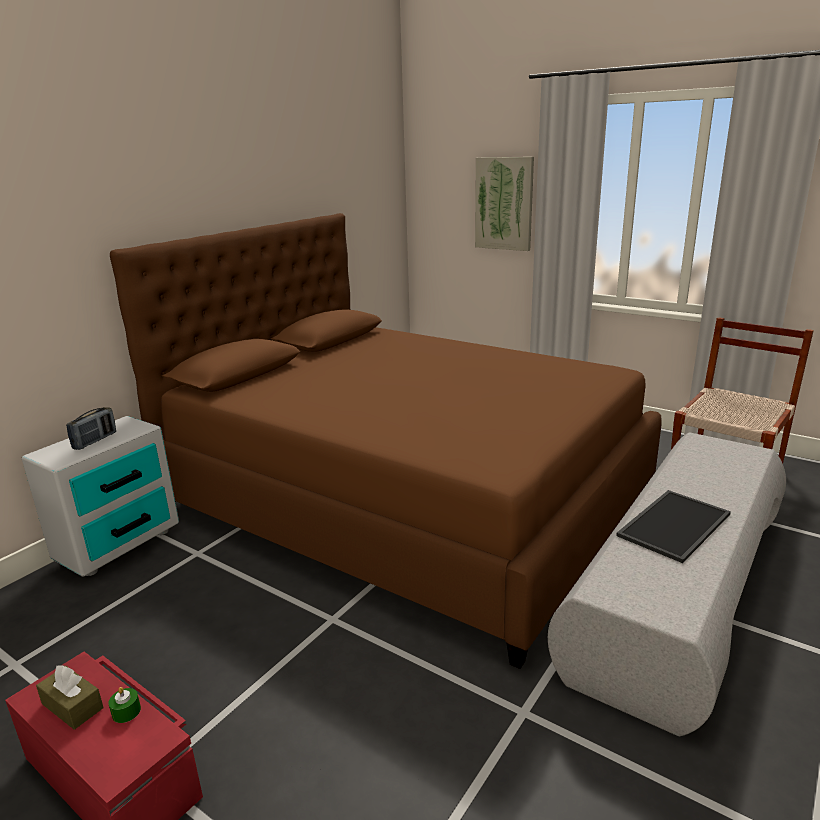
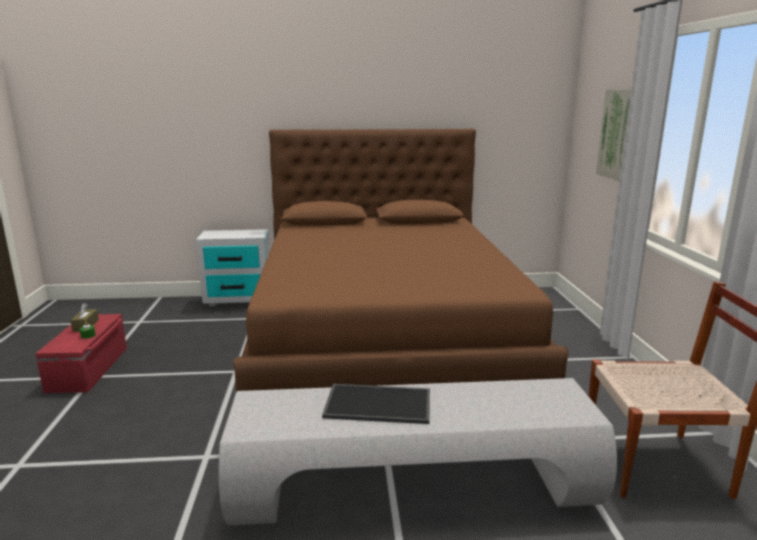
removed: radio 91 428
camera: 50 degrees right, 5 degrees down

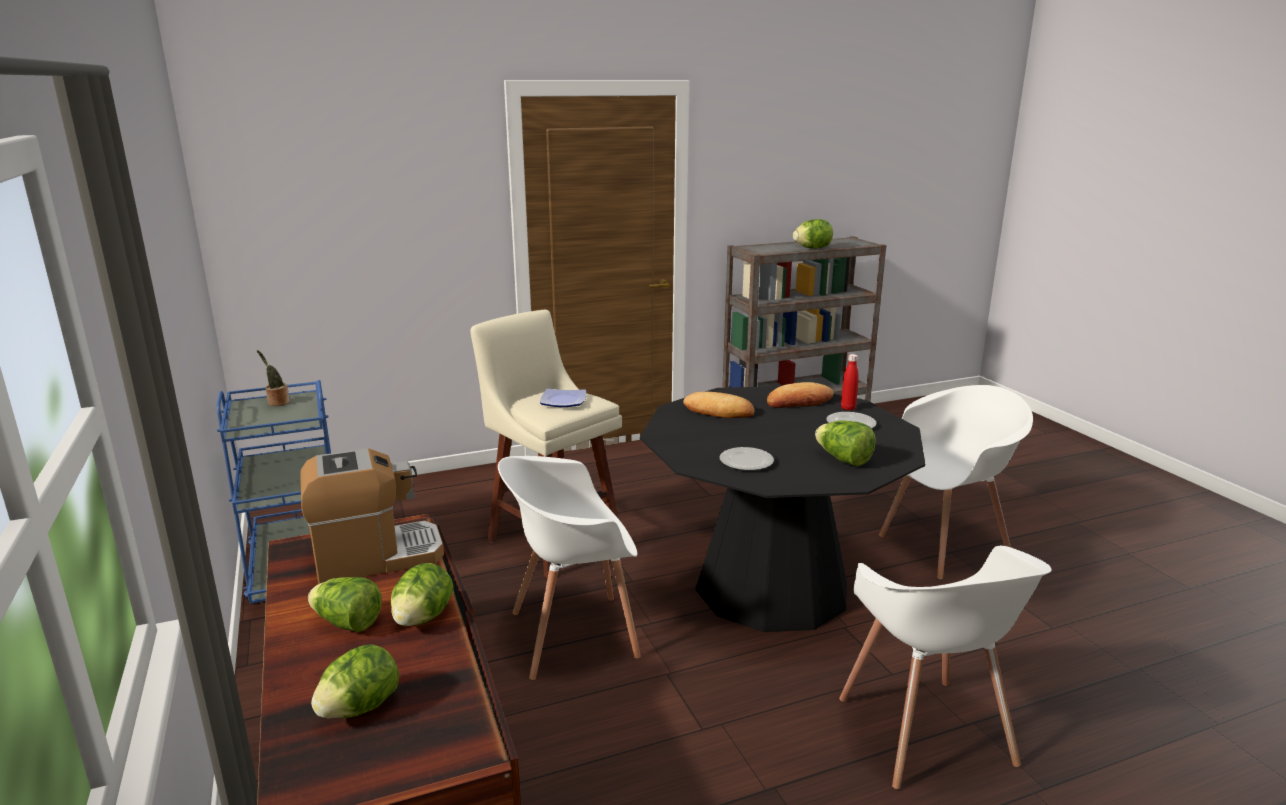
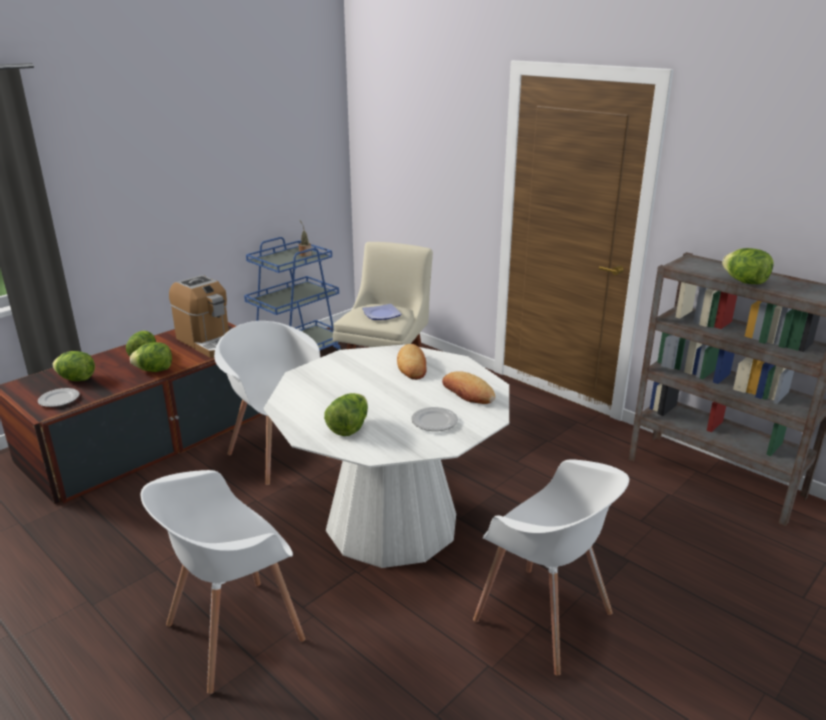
removed: bouteille [rouge] 850 382
moved: assiette 746 458 to 58 397
recoloured: table à manger [noir] 782 509 to table à manger [blanc] 386 456
camera: 65 degrees right, 5 degrees up

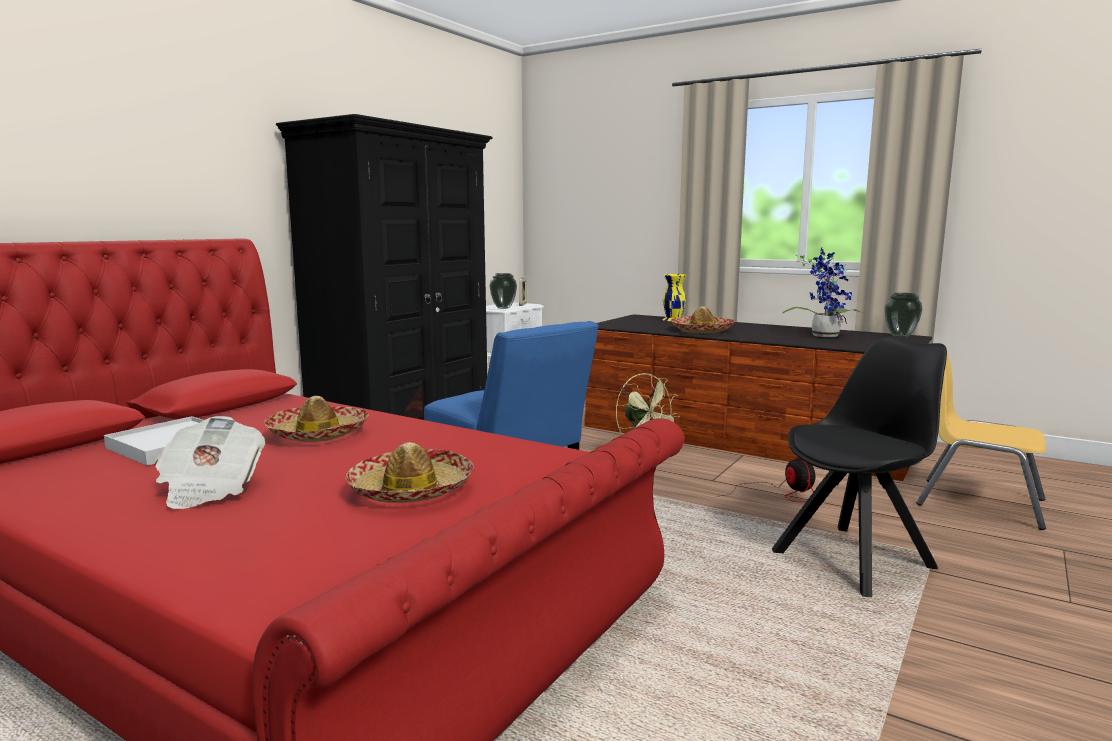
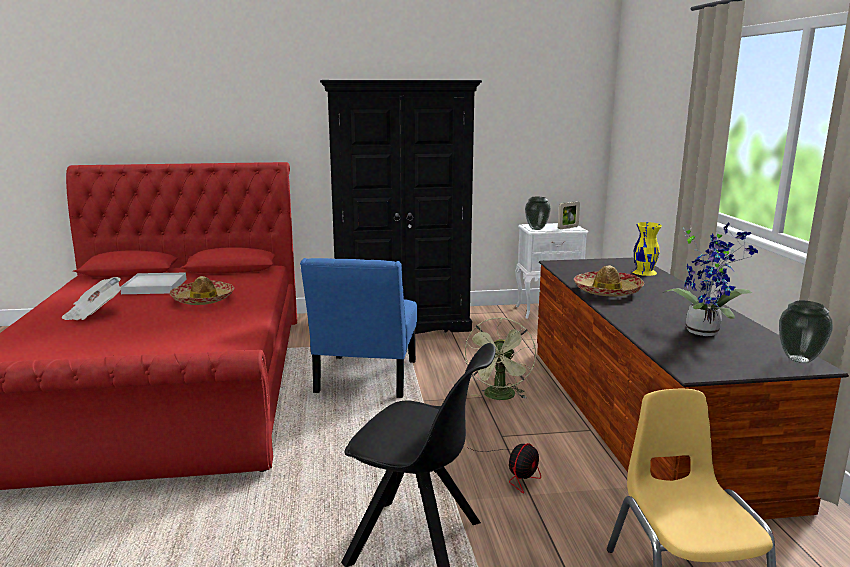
removed: chapeau 409 472
camera: 50 degrees right, 5 degrees up

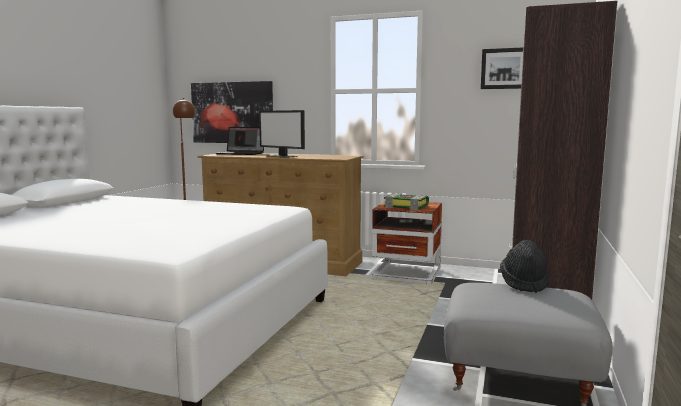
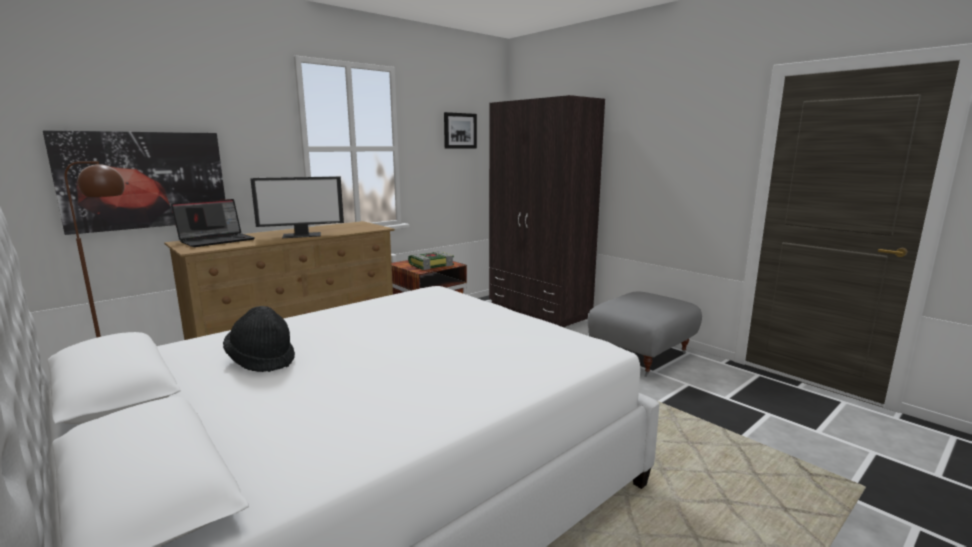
moved: chapeau [noir] 525 266 to 259 339
camera: 60 degrees left, 5 degrees up

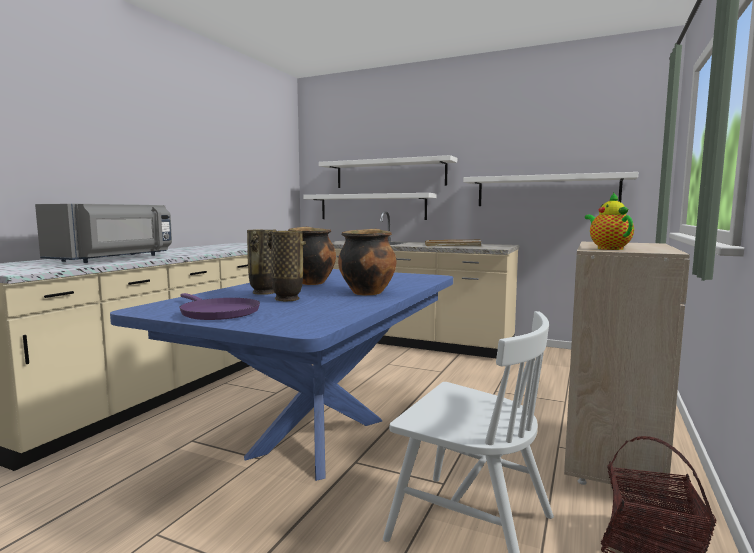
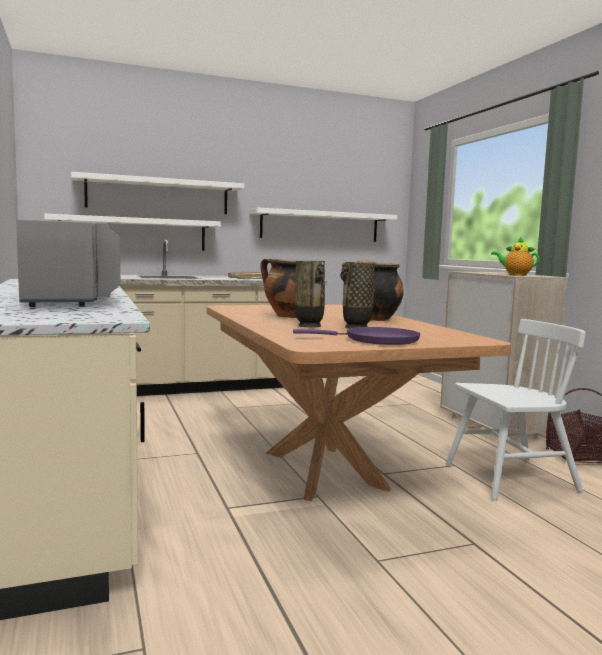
recoloured: table à manger [bleu] 281 375 to table à manger [marron] 359 403
camera: 45 degrees left, 0 degrees up

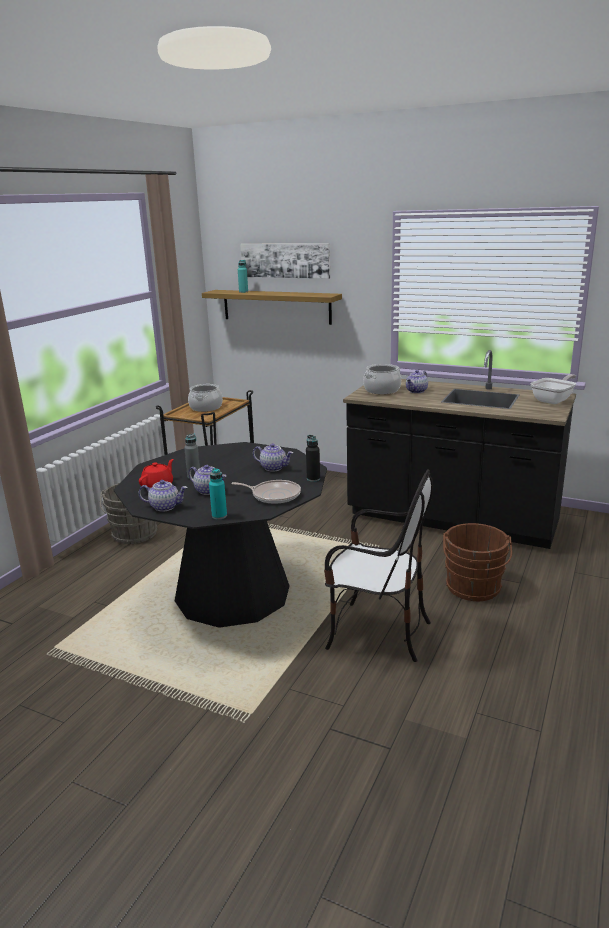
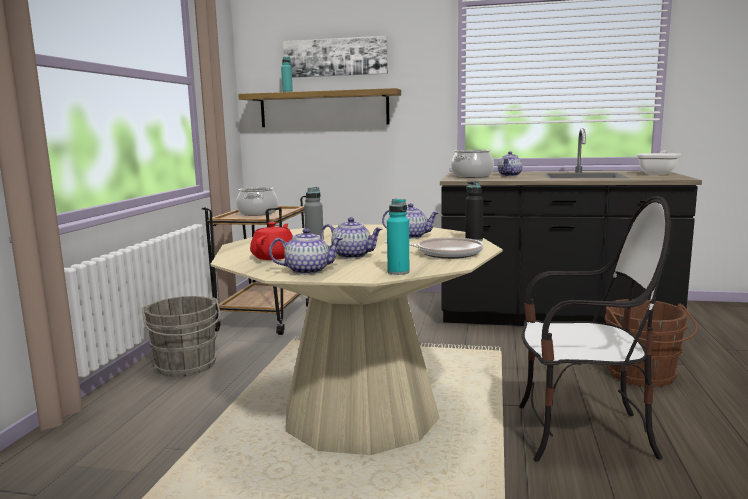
recoloured: table à manger [noir] 220 535 to table à manger [beige] 357 339
camera: 15 degrees left, 10 degrees down

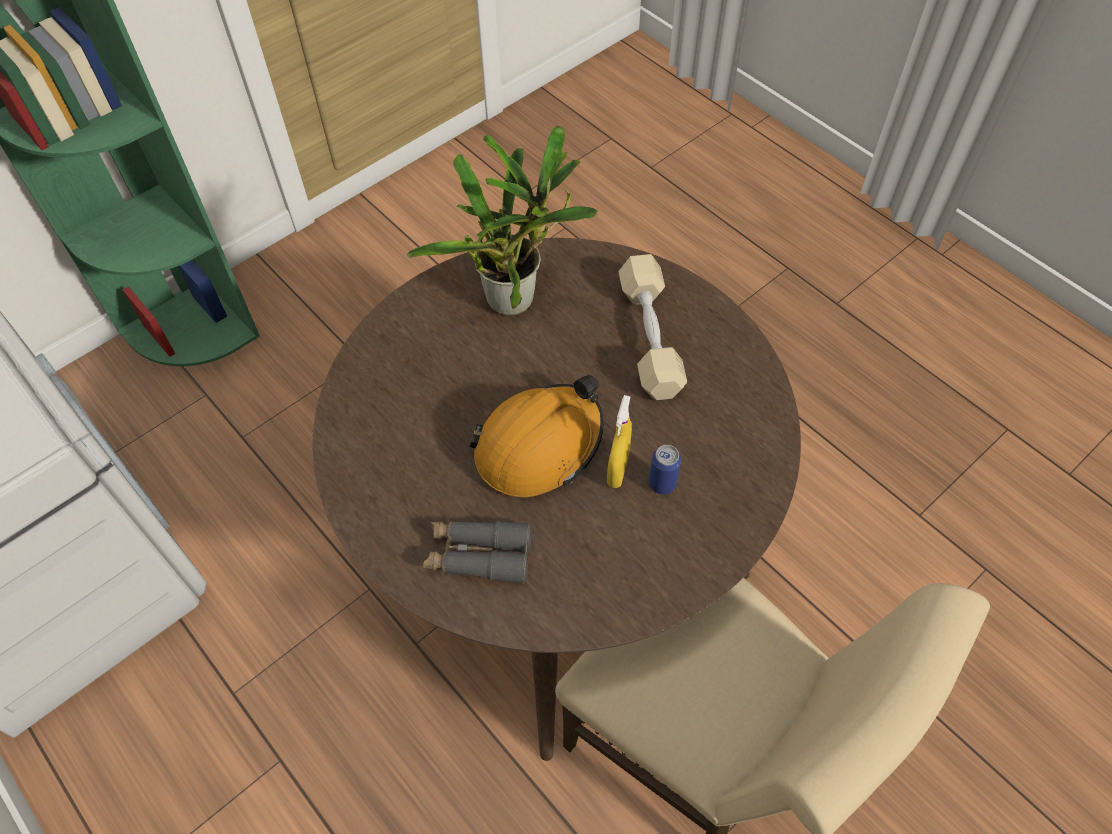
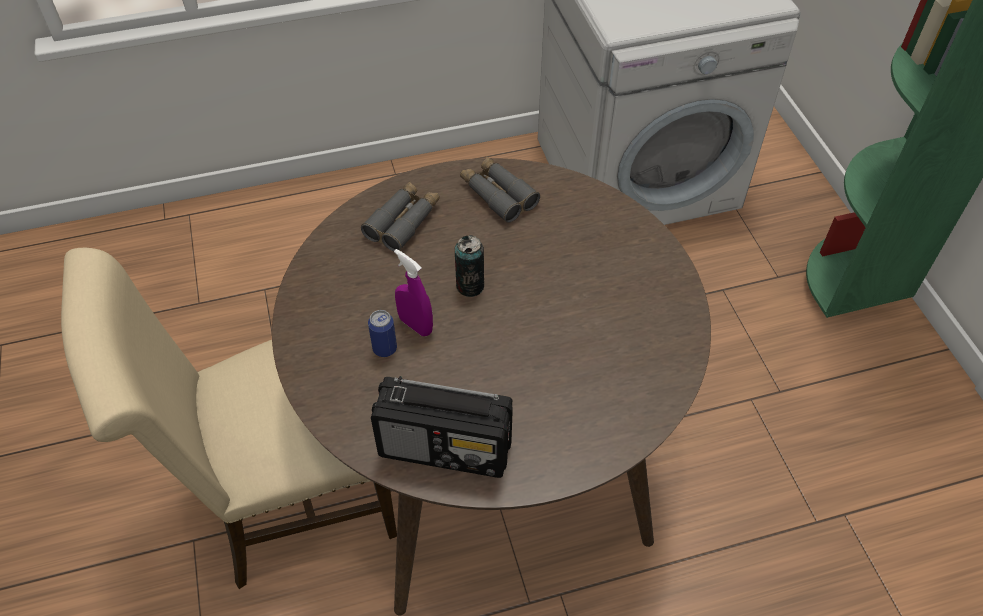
removed: plante en pot 502 221; haltère [beige] 652 327
added: jumelles [gris] 500 190; radio 442 427
replaced: casque de chantier [orange] 536 436 to boîte métallique 469 266
recoloured: vaporisateur [jaune] 619 441 to vaporisateur [violet] 413 292
camera: 115 degrees right, 5 degrees down

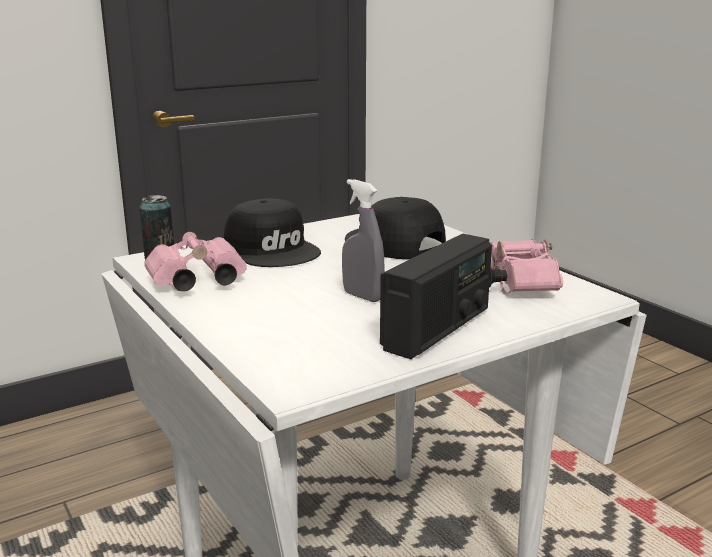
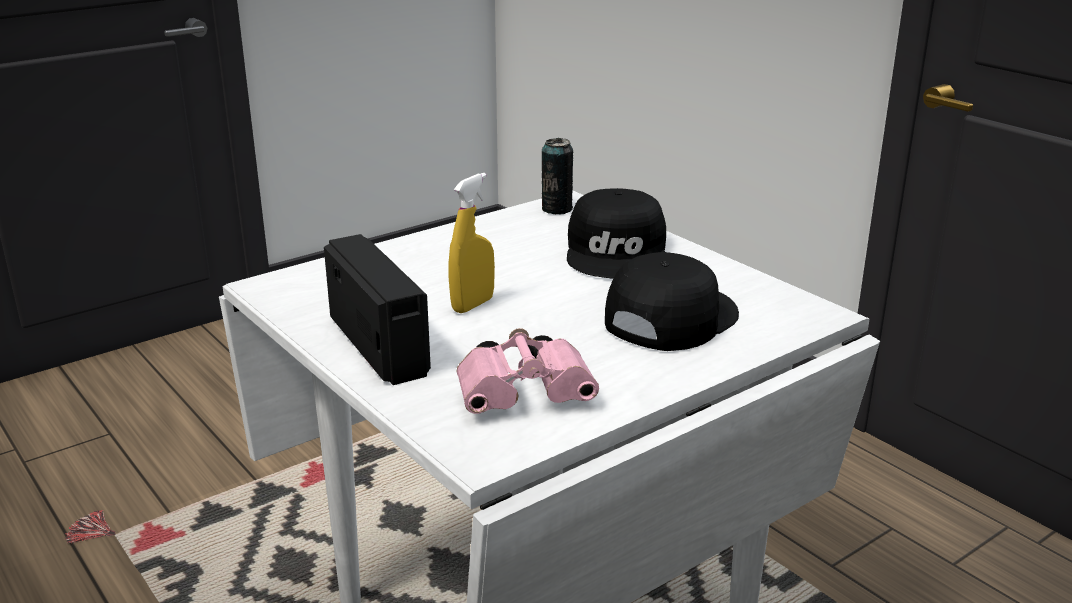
removed: jumelles [rose] 195 261
recoloured: vaporisateur [gris] 363 240 to vaporisateur [jaune] 471 243
turned: casquette [noir] 272 232 = 616 233 45 degrees counterclockwise; radio 436 296 = 377 309 150 degrees counterclockwise
camera: 85 degrees right, 5 degrees up

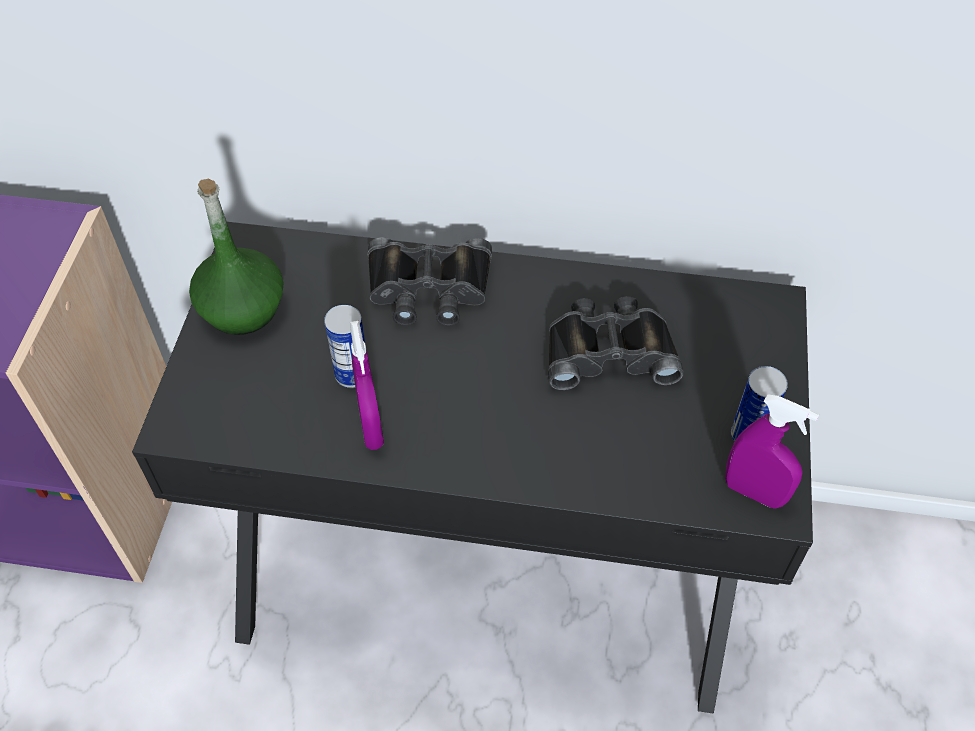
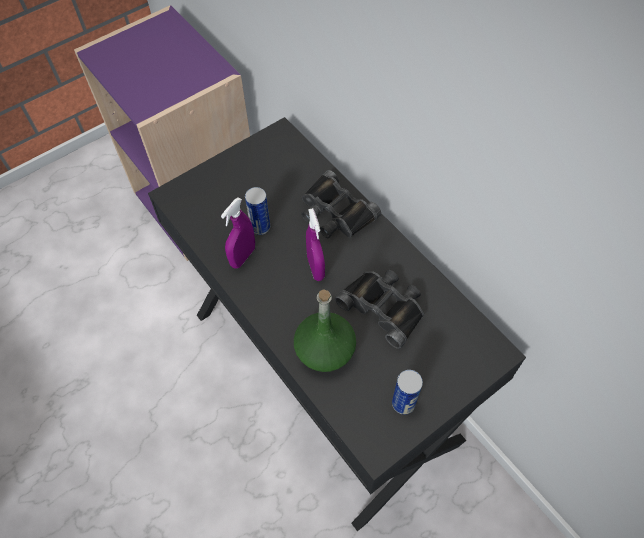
moved: bouteille [vert] 236 257 to 325 330; vaporisateur [violet] 772 451 to 315 244
camera: 45 degrees right, 5 degrees up

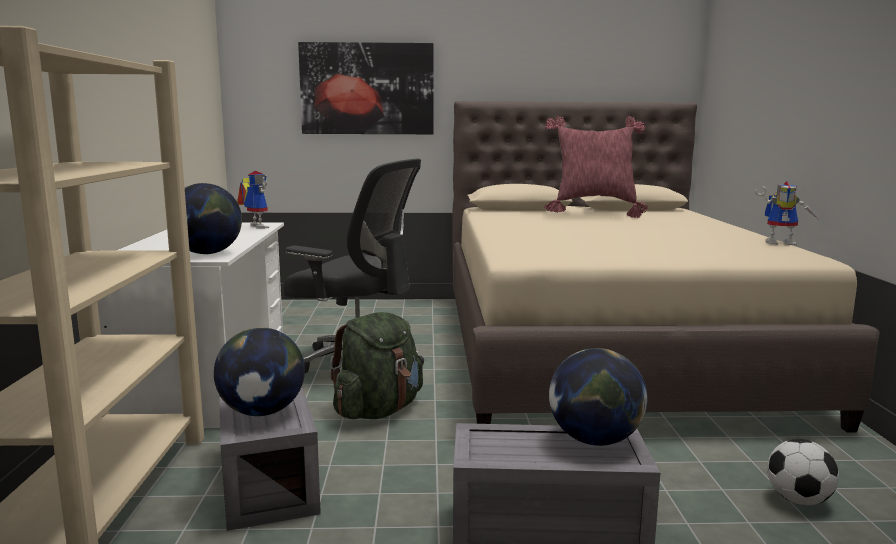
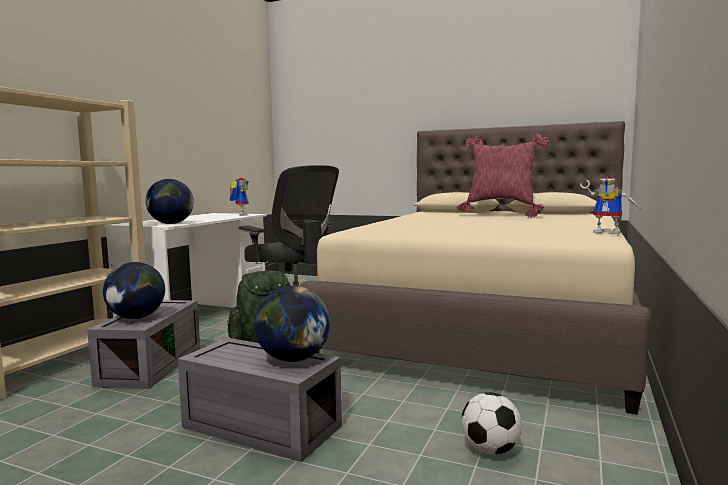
removed: tableau 366 88
camera: 25 degrees right, 5 degrees down

